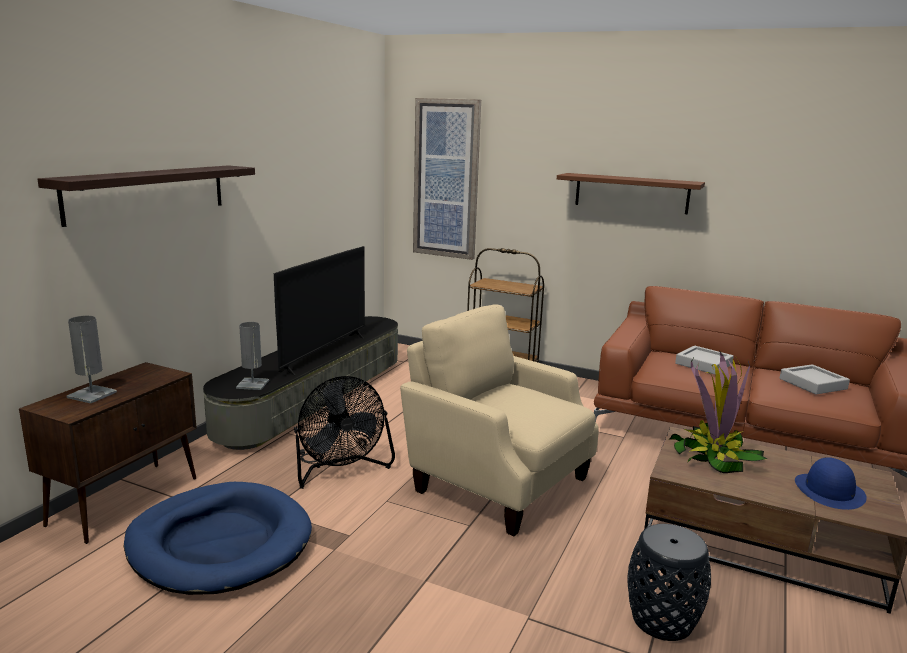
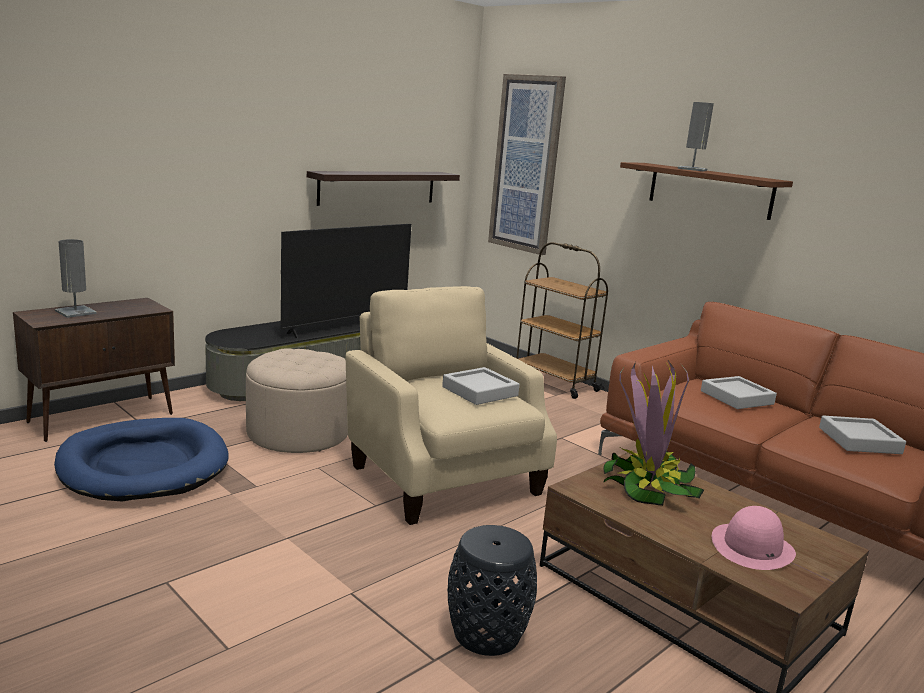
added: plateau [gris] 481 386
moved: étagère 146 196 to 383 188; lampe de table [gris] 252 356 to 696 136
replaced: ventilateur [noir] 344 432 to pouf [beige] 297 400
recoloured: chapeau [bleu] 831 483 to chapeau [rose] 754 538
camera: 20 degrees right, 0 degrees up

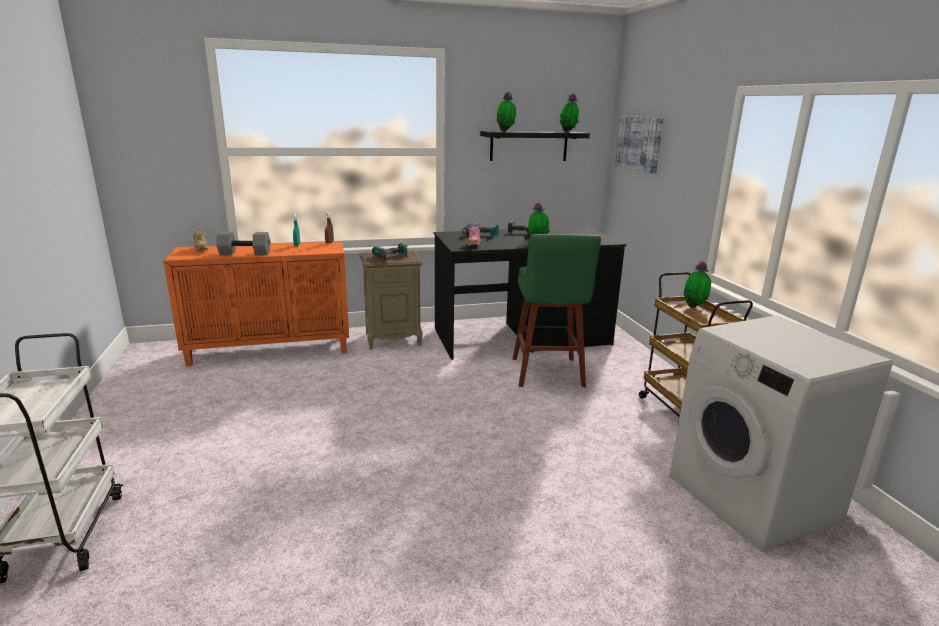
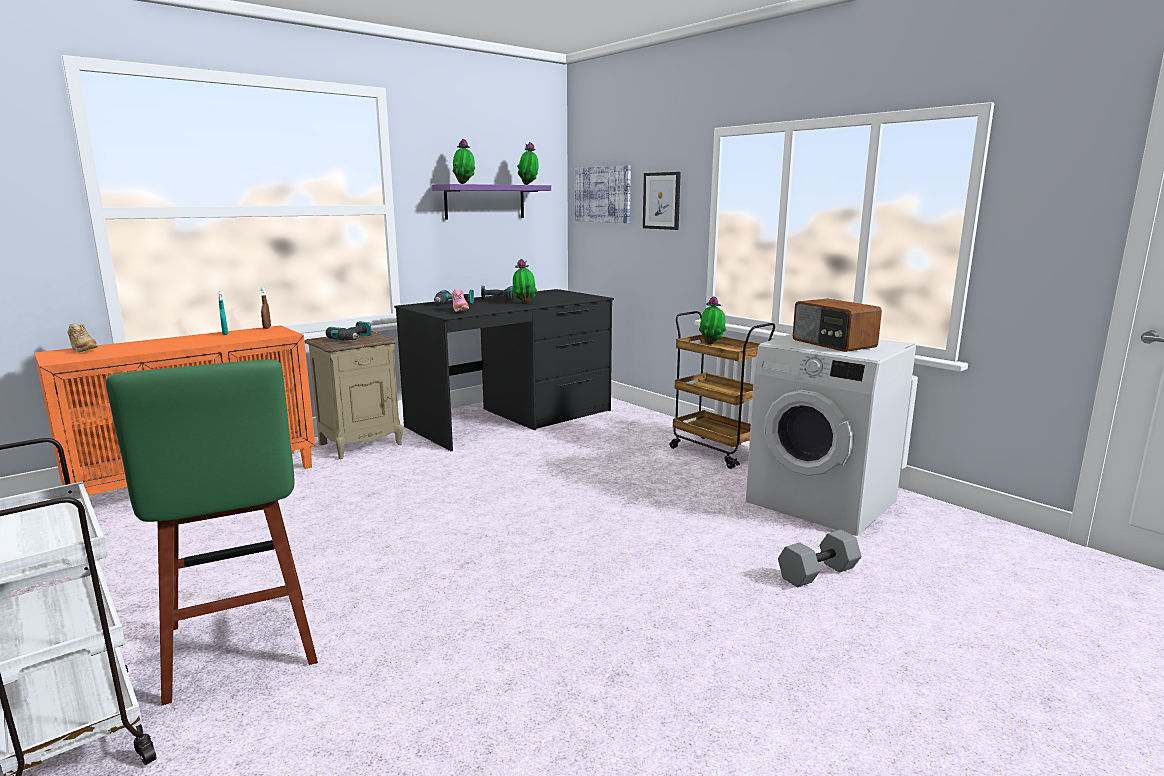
added: tableau 662 201; radio 837 325
moved: haltère [gris] 243 243 to 819 558; tabouret [vert] 557 310 to 212 532
recoloured: étagère [noir] 535 146 to étagère [violet] 491 202
camera: 25 degrees left, 5 degrees down

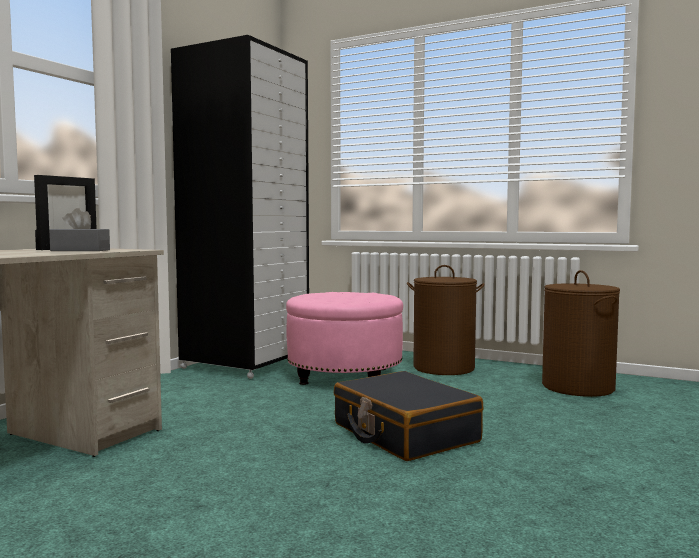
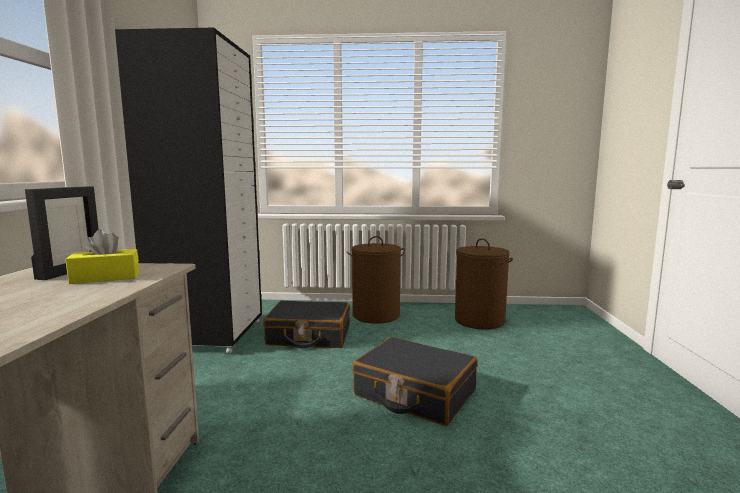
replaced: pouf [rose] 344 338 to valise [noir] 306 324
recoloured: boîte à mouchoirs [gris] 79 229 to boîte à mouchoirs [jaune] 102 257
camera: 25 degrees left, 5 degrees up

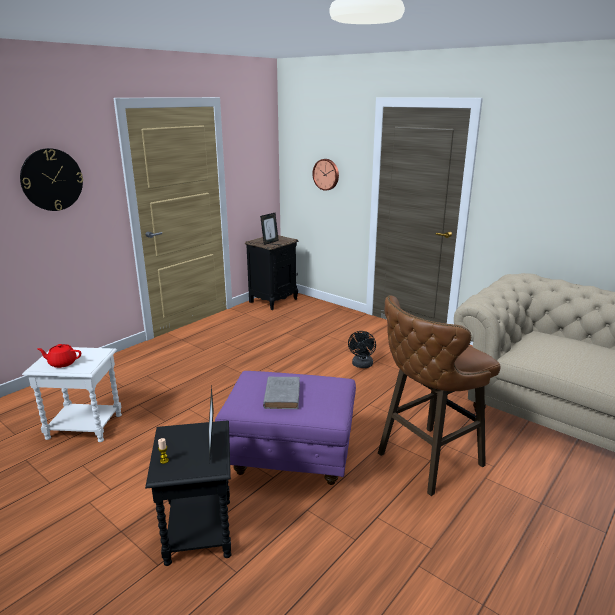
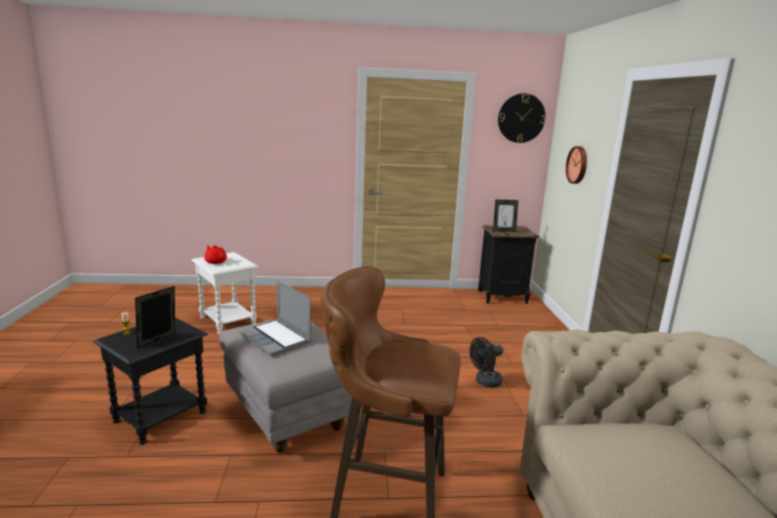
moved: horloge murale 51 179 to 522 118
replaced: livre [gris] 281 392 to ordinateur portable 275 318
recoloured: pouf [violet] 285 428 to pouf [gris] 285 386
camera: 45 degrees right, 5 degrees down

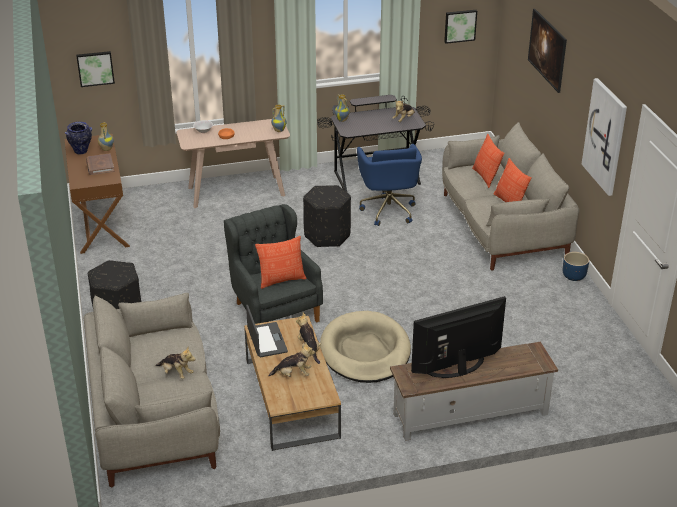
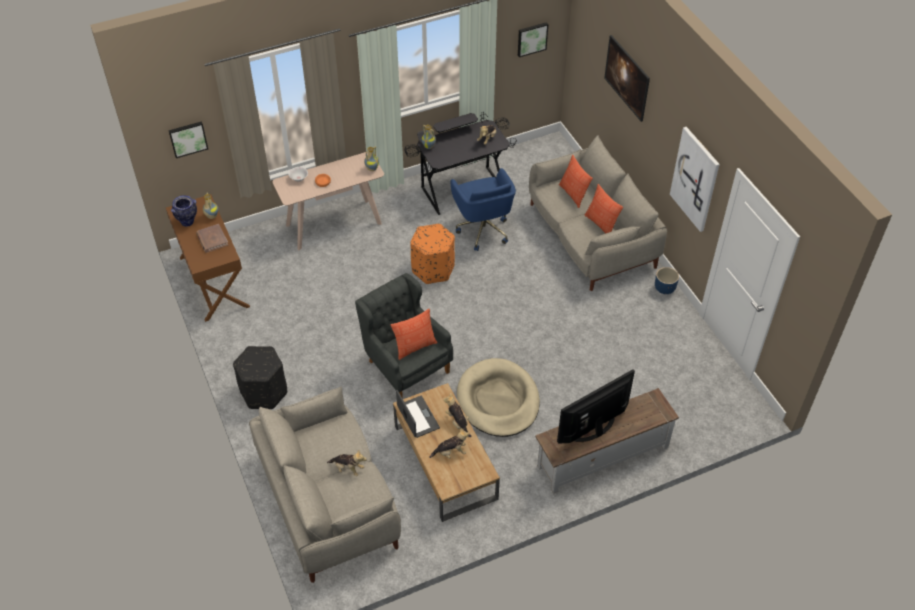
recoloured: pouf [noir] 327 216 to pouf [orange] 432 254
camera: 10 degrees left, 15 degrees up

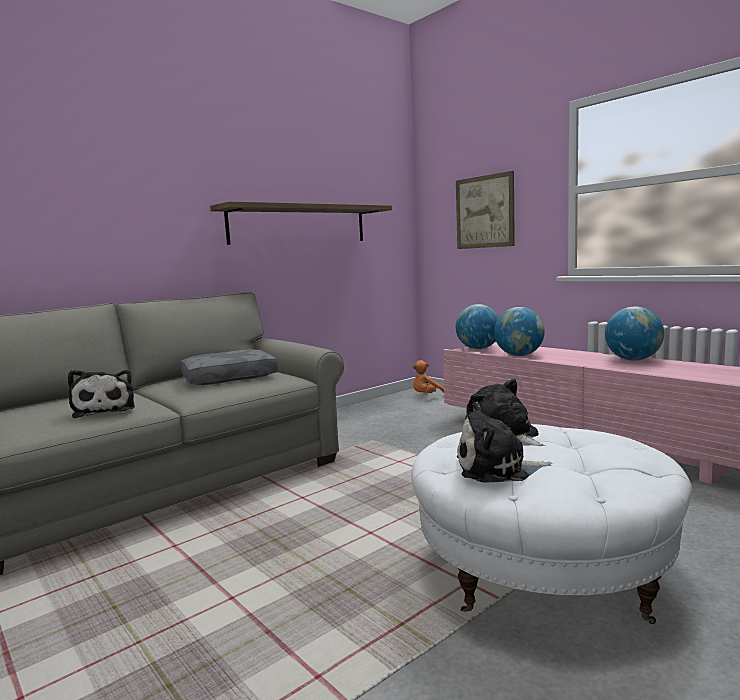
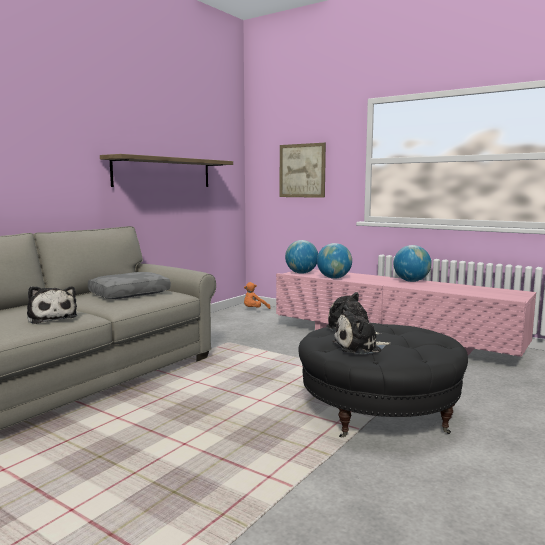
recoloured: pouf [blanc] 551 524 to pouf [noir] 383 380
camera: 15 degrees left, 0 degrees up

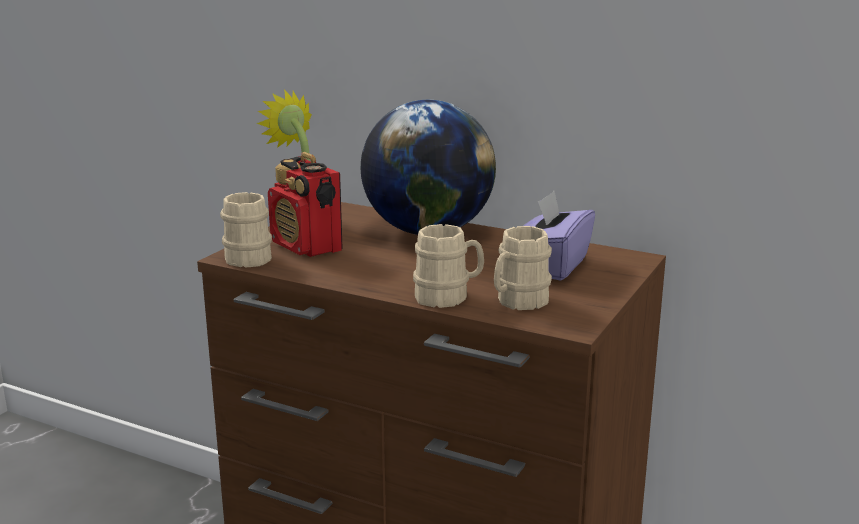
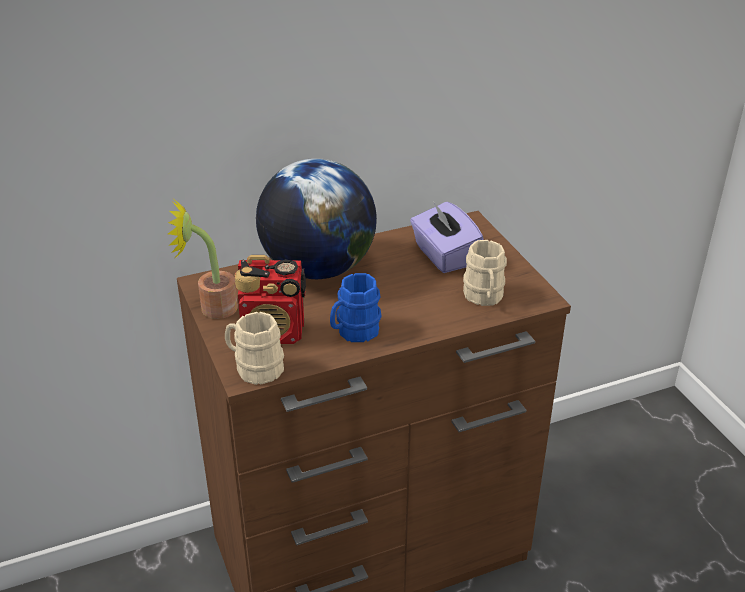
removed: mug [beige] 448 266
added: mug [bleu] 356 307
camera: 50 degrees left, 15 degrees up

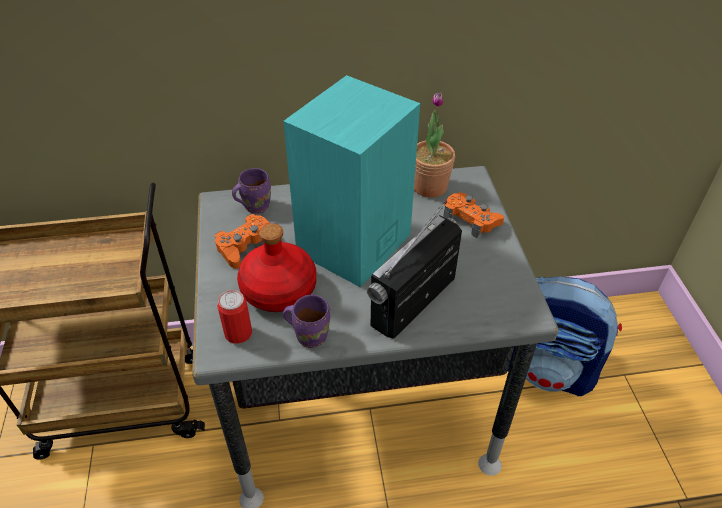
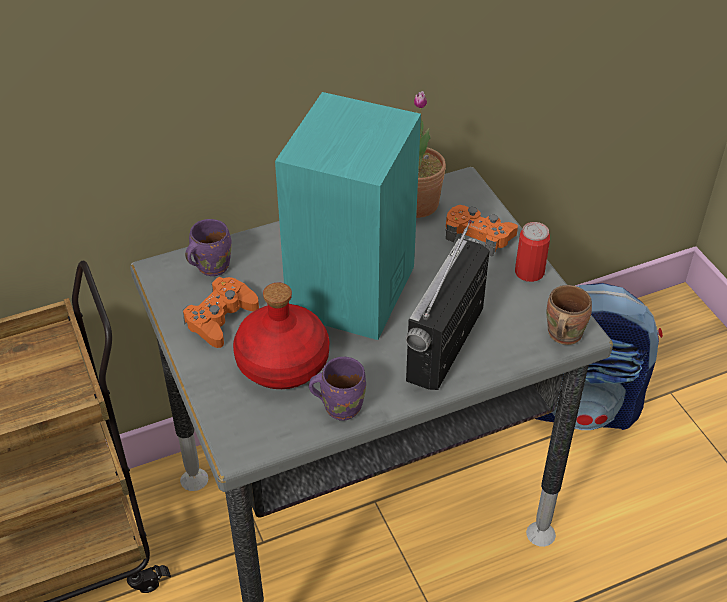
added: mug [marron] 569 315
moved: boîte métallique 234 317 to 532 252
camera: 15 degrees left, 0 degrees up

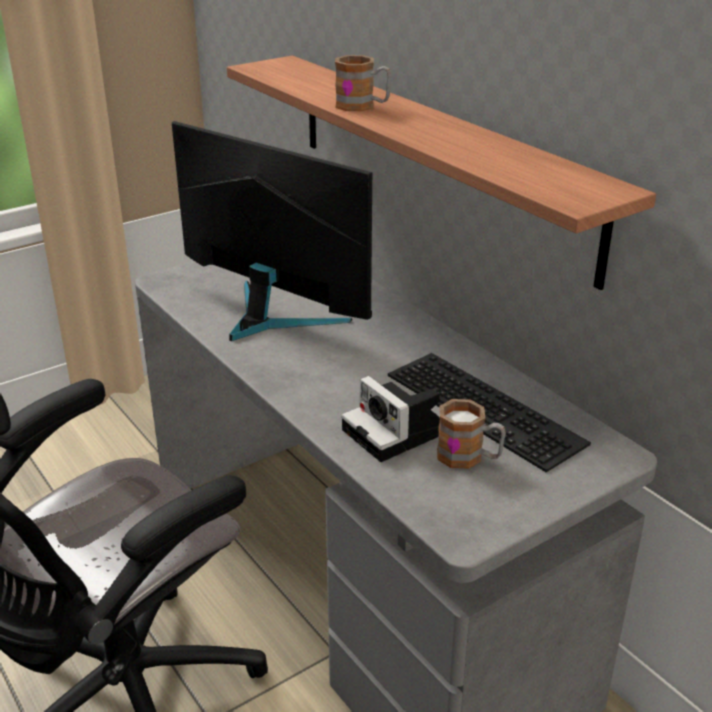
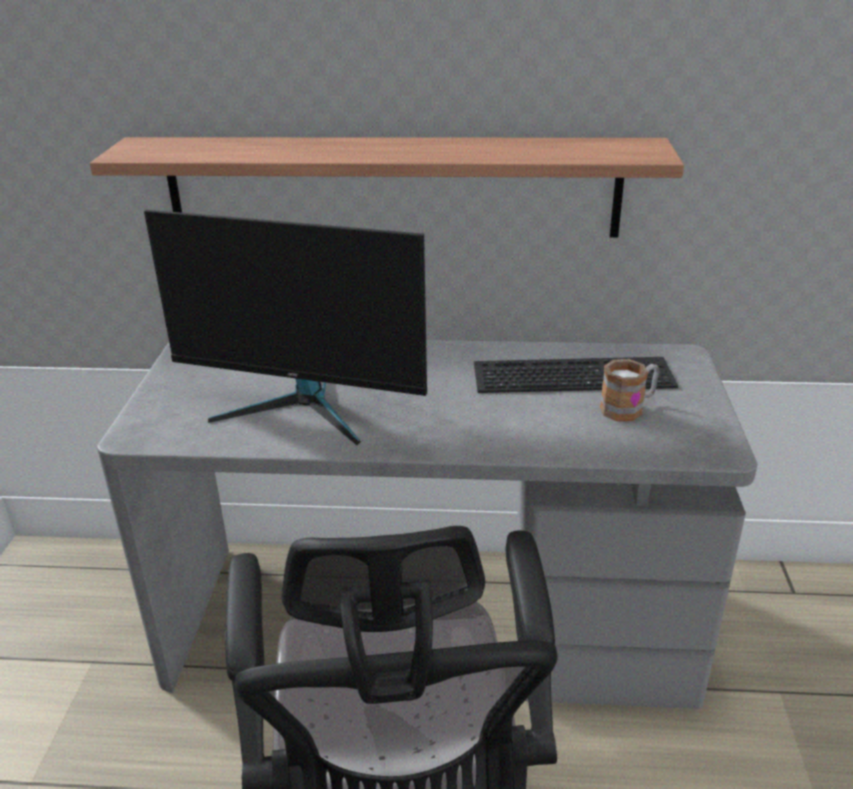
removed: mug 363 83; appareil photo 391 419
turned: écran d'ordinateur 272 231 = 285 327 150 degrees counterclockwise
camera: 50 degrees left, 0 degrees up

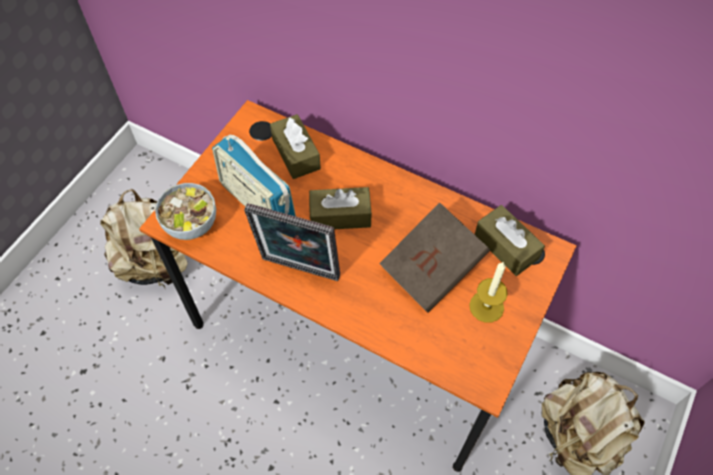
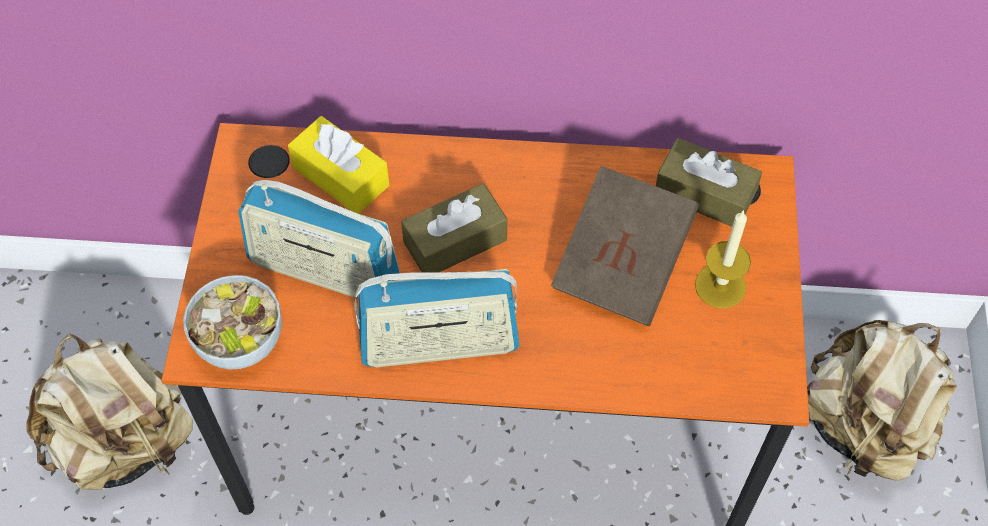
replaced: cadre photo 292 242 to radio 437 318
recoloured: boîte à mouchoirs [marron] 295 146 to boîte à mouchoirs [jaune] 338 165
camera: 25 degrees left, 0 degrees up

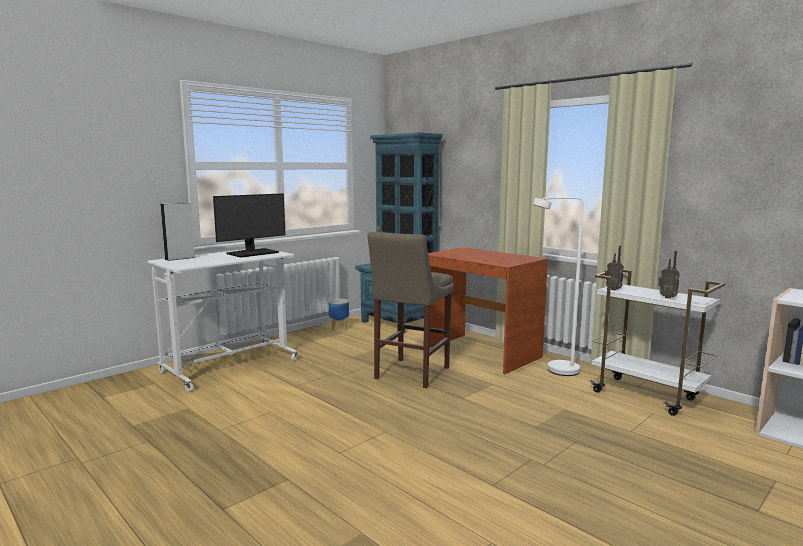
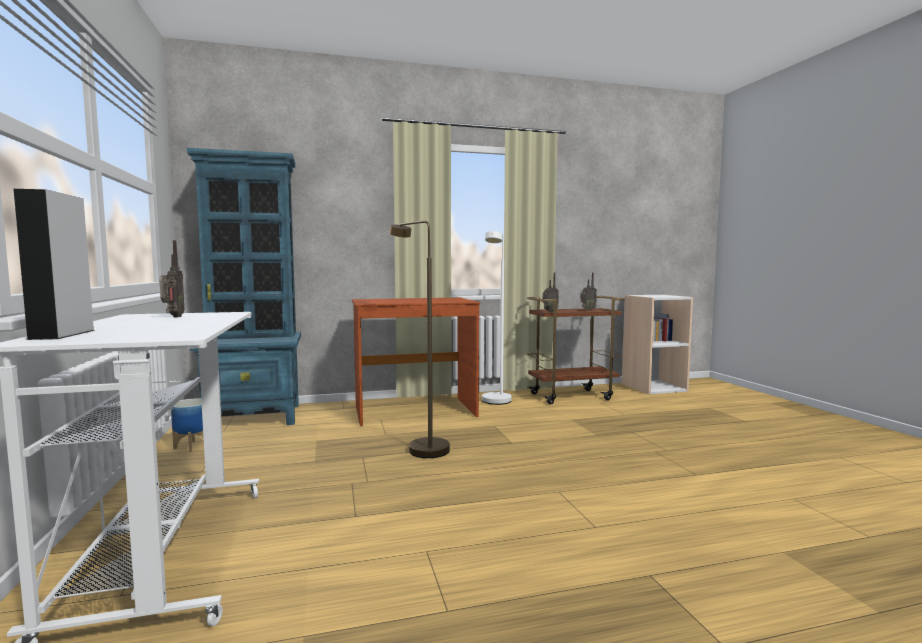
replaced: écran d'ordinateur 249 225 to radio 172 278; tabouret [beige] 411 310 to lampadaire [marron] 420 339
recoloured: chariot [blanc] 657 342 to chariot [marron] 576 350
camera: 60 degrees left, 5 degrees down

